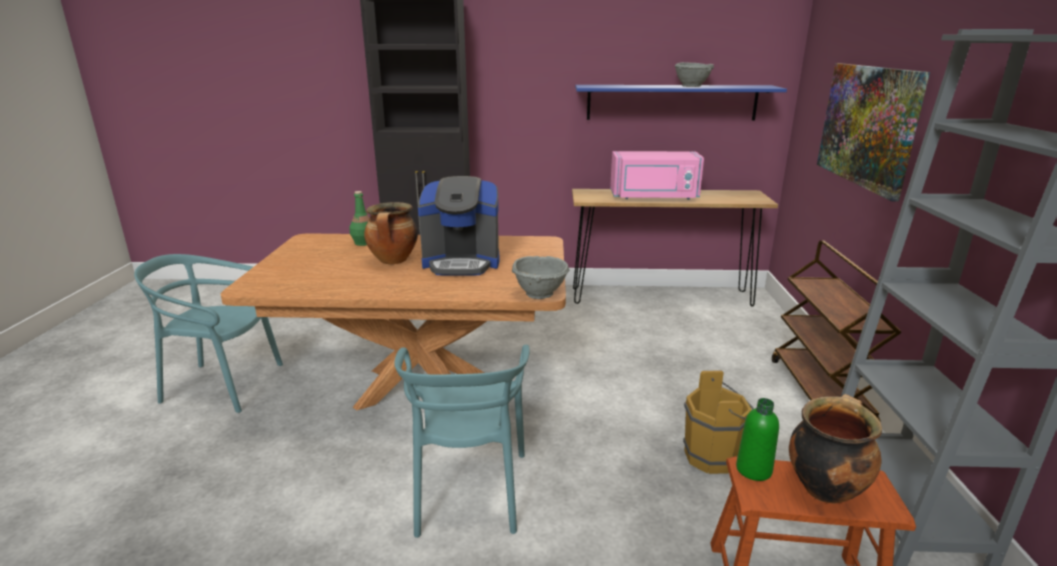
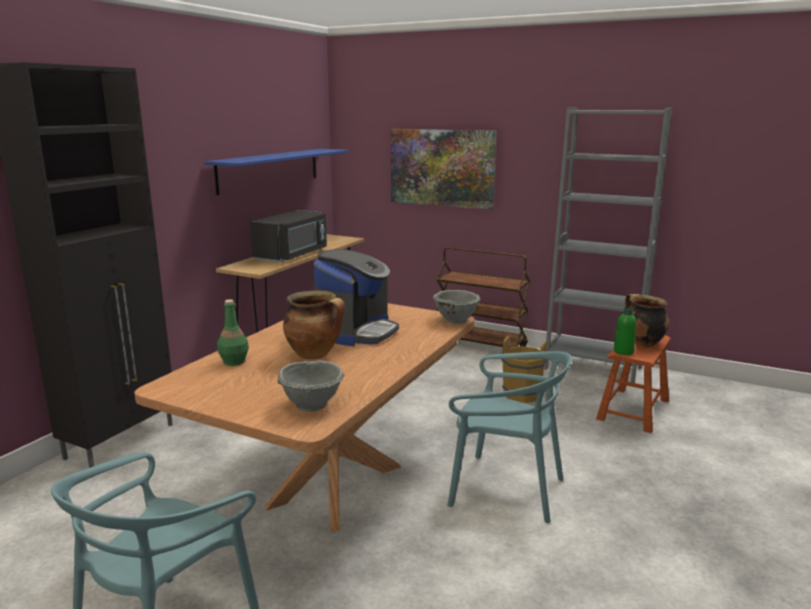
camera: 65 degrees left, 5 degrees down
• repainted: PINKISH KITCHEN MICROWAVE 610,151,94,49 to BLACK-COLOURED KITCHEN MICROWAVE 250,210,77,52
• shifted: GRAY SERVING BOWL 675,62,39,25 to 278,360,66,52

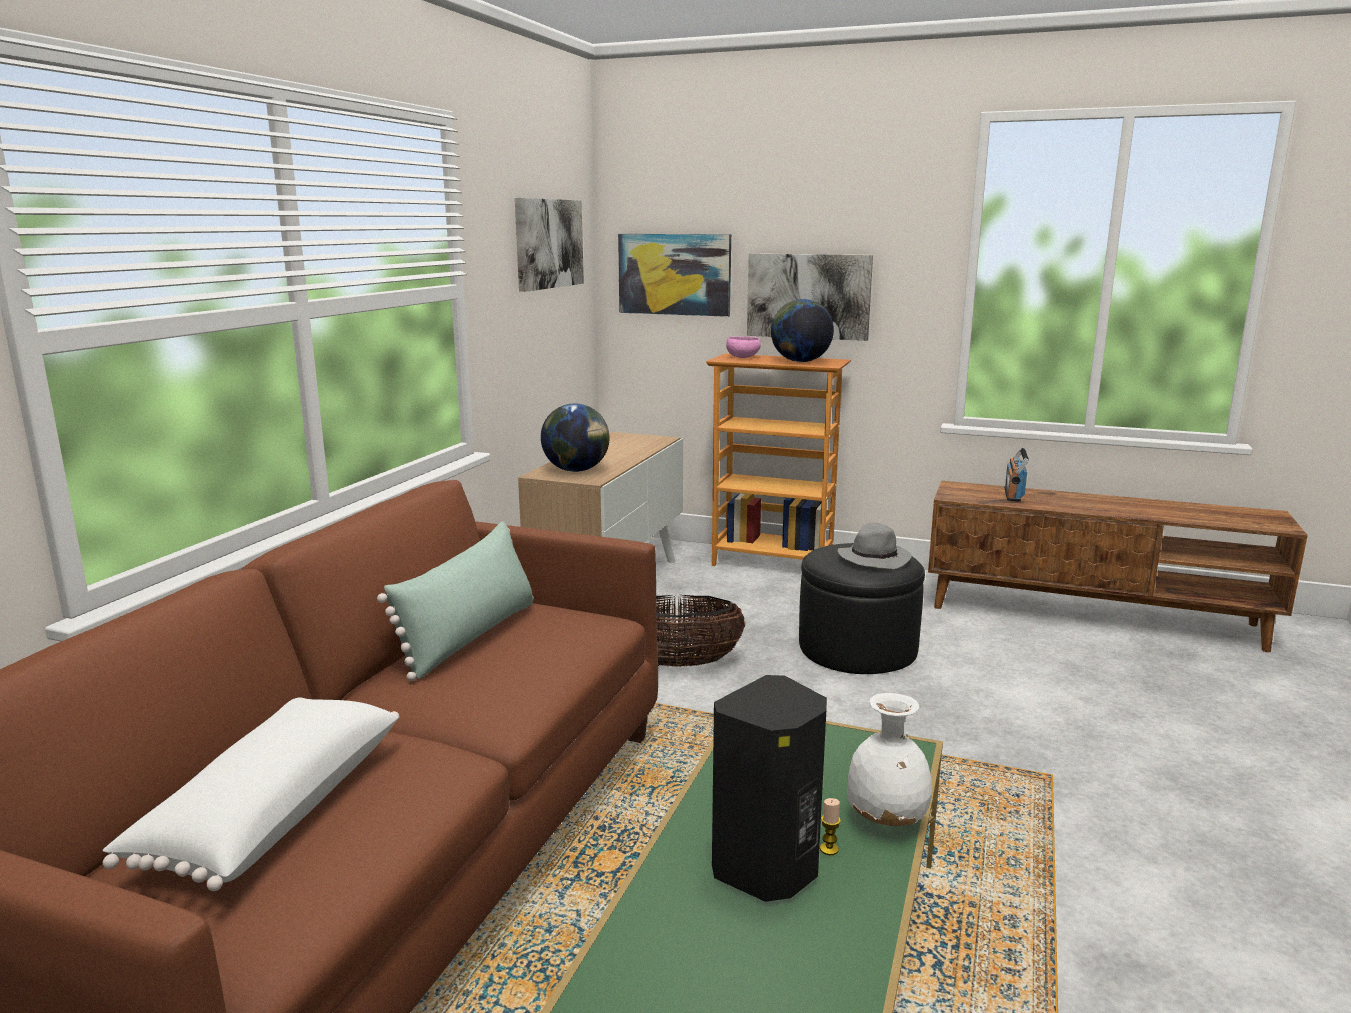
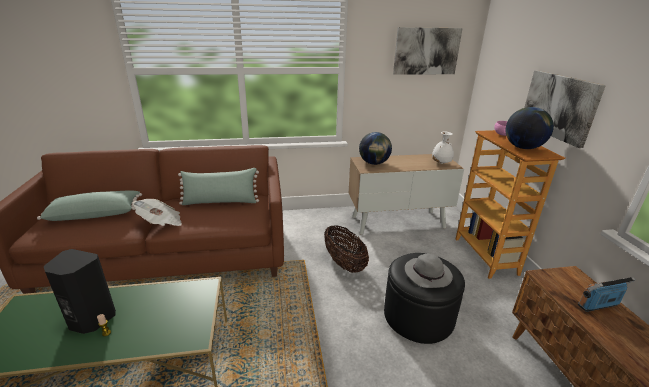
camera: 60 degrees right, 10 degrees up
• repainted: WHITISH THROW PILLOW 102,697,297,194 to GREEN-COLOURED THROW PILLOW 37,191,105,30
• gone: WALL PICTURE 618,234,113,83
• shifted: WHITISH DECORATIVE VASE 847,693,85,133 to 432,131,22,33
• new: PRINTED PAPER 132,199,50,27

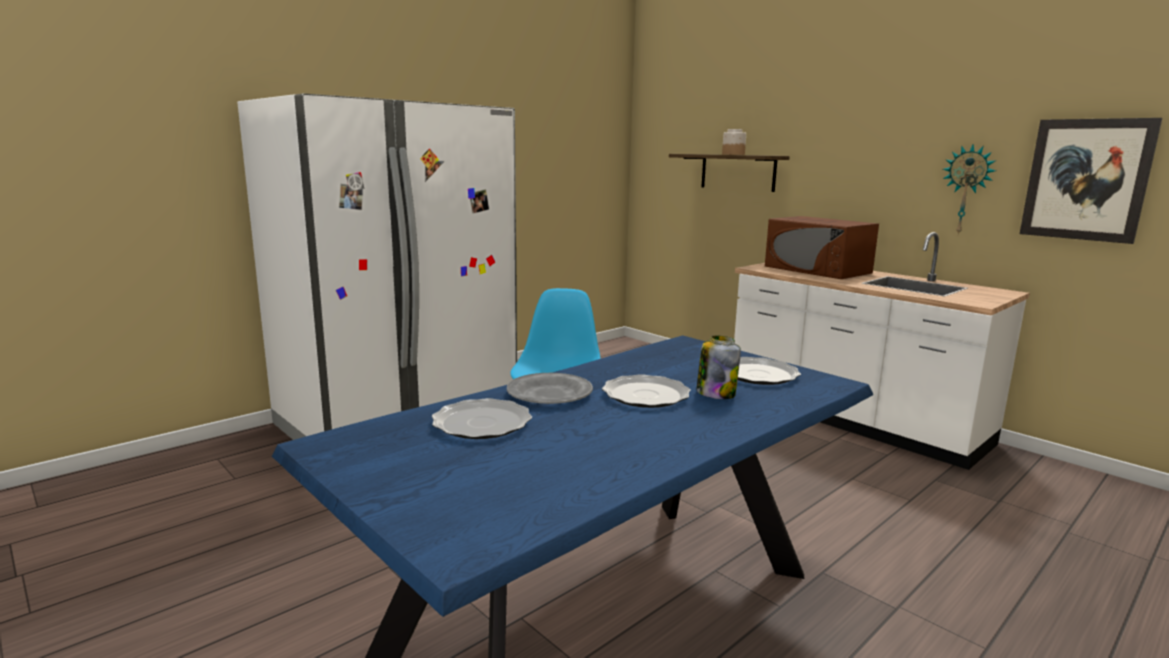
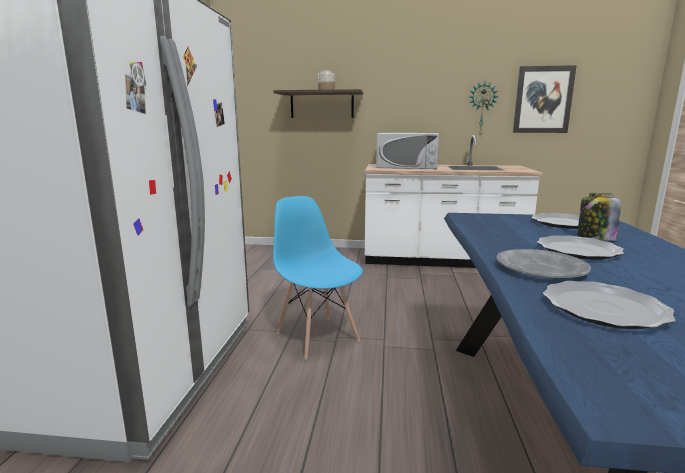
camera: 40 degrees left, 0 degrees up
• repainted: BROWN-COLOURED KITCHEN MICROWAVE 765,216,114,63 to WHITISH KITCHEN MICROWAVE 376,133,63,36

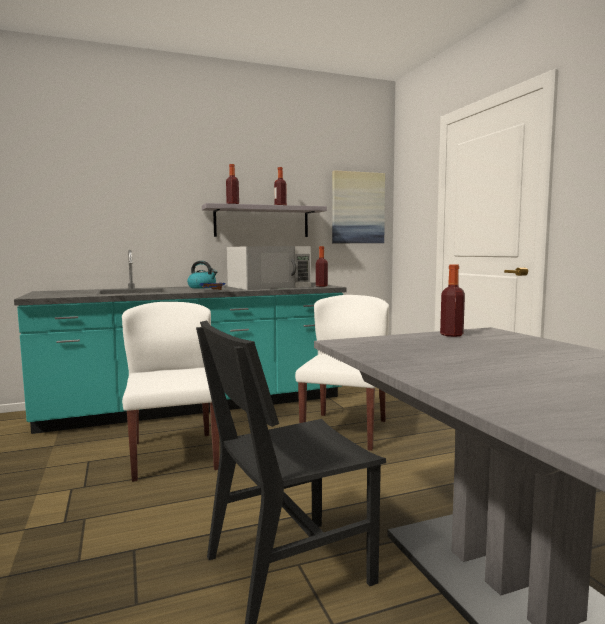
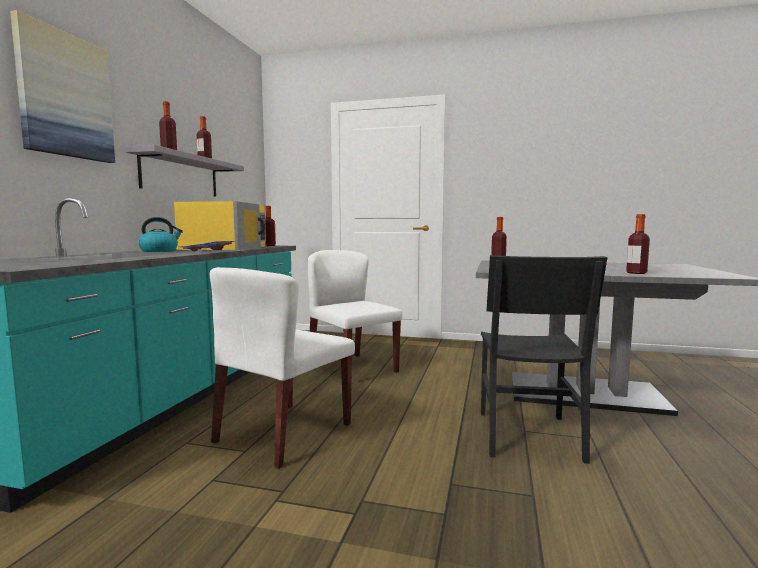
camera: 55 degrees left, 0 degrees up
• rotated: WHITISH PLAIN CHAIR 122,302,97,180 = 210,267,145,202 75 degrees counterclockwise
• repainted: WHITISH KITCHEN MICROWAVE 227,246,84,44 to YELLOW KITCHEN MICROWAVE 174,201,92,49
• shifted: WALL PICTURE 332,170,53,73 to 10,10,105,153
• new: DRINK BOTTLE 626,214,24,60

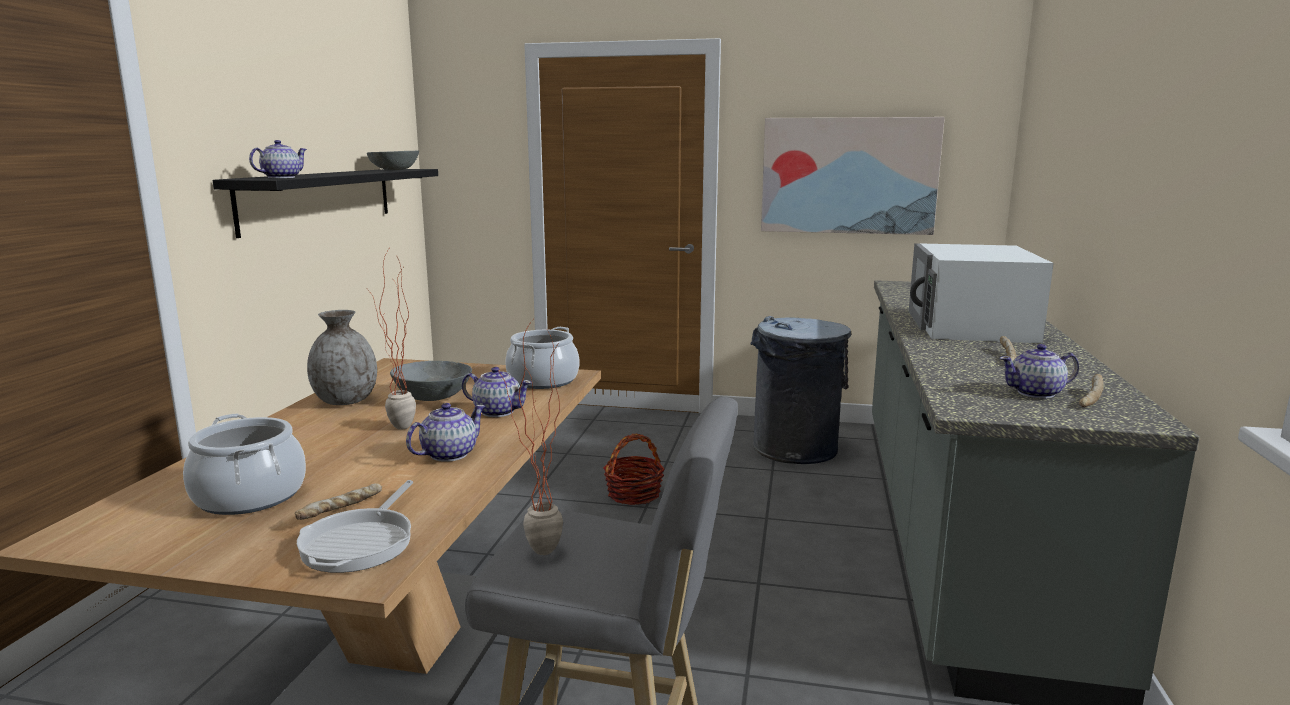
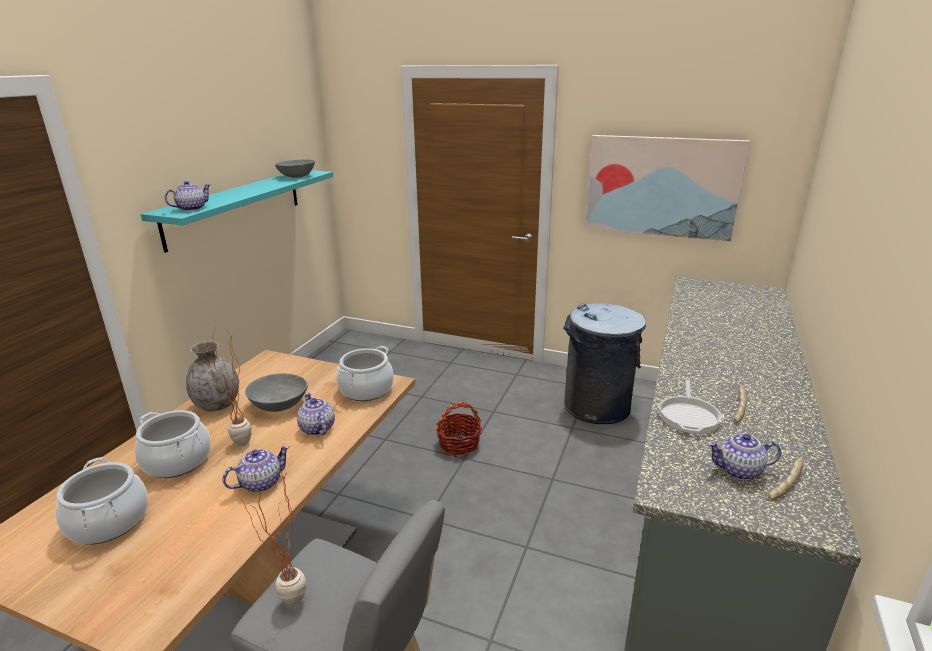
camera: 10 degrees right, 10 degrees up
• repainted: BLACK-COLOURED BRACKET SHELF 213,169,225,69 to TURQUOISE-COLOURED BRACKET SHELF 141,170,192,83
• gone: BREAD 295,484,87,36
• shifted: PAN 297,480,116,93 to 658,378,65,56
• rotated: TEA POT 462,367,70,50 = 297,393,38,43 150 degrees counterclockwise
• gone: WHITISH KITCHEN MICROWAVE 909,243,145,100
• new: SAUCEPOT 135,410,76,68

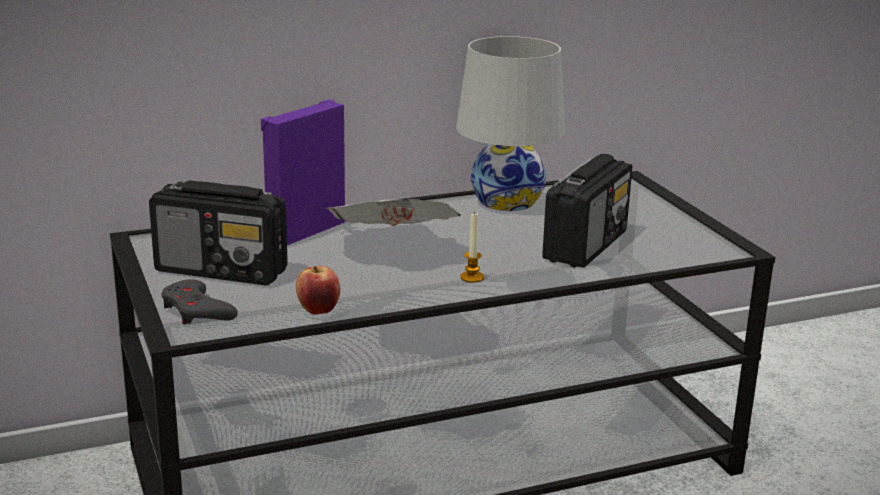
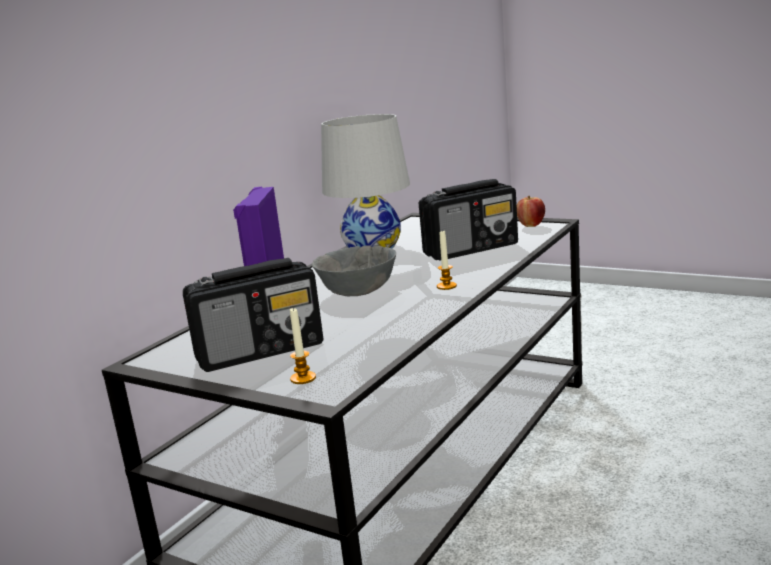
camera: 35 degrees left, 5 degrees down
• swapped: GRAY GAMEPAD 162,279,76,46 to WAX CANDLE 290,308,26,76
• shifted: WHOLE APPLE 296,266,44,49 to 517,196,28,31
• swapped: PRINTED PAPER 326,199,135,27 to GRAY SERVING BOWL 312,245,84,52
• rotated: RADIO 542,154,90,114 = 419,179,99,82 75 degrees clockwise

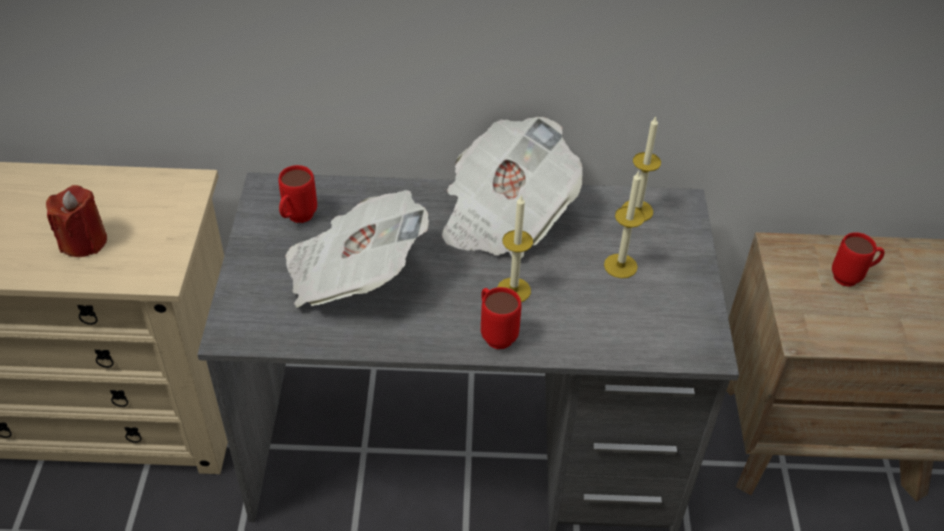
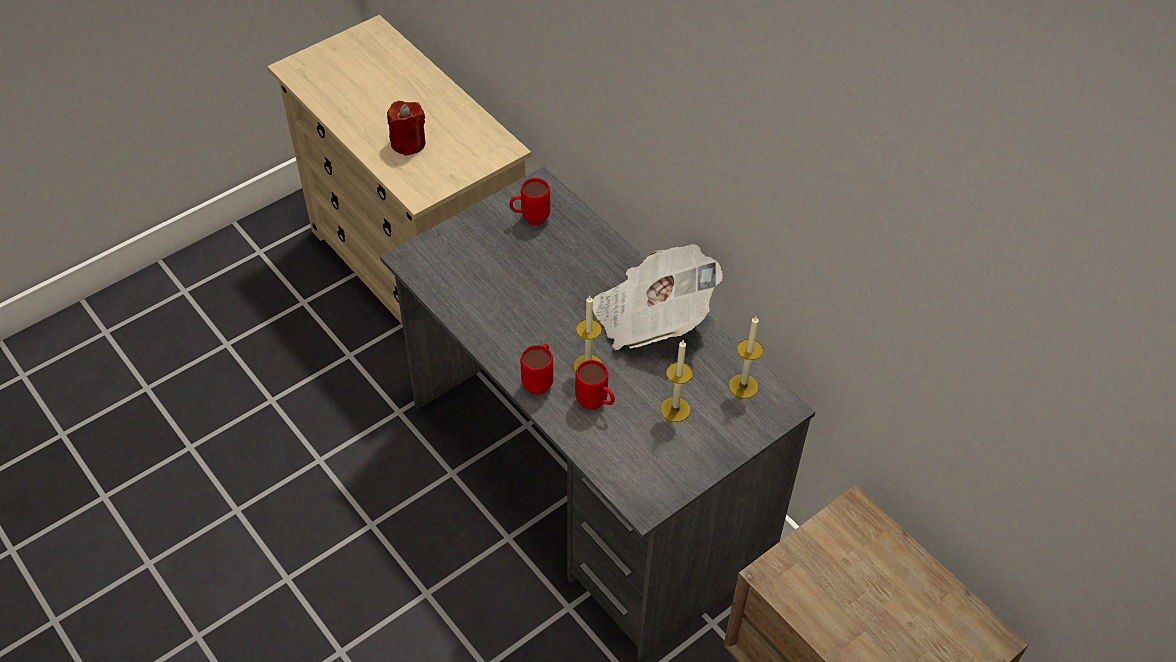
camera: 50 degrees right, 5 degrees up
• gone: PRINTED PAPER 285,190,144,117
• shifted: RED MUG 832,232,53,55 to 575,360,40,50

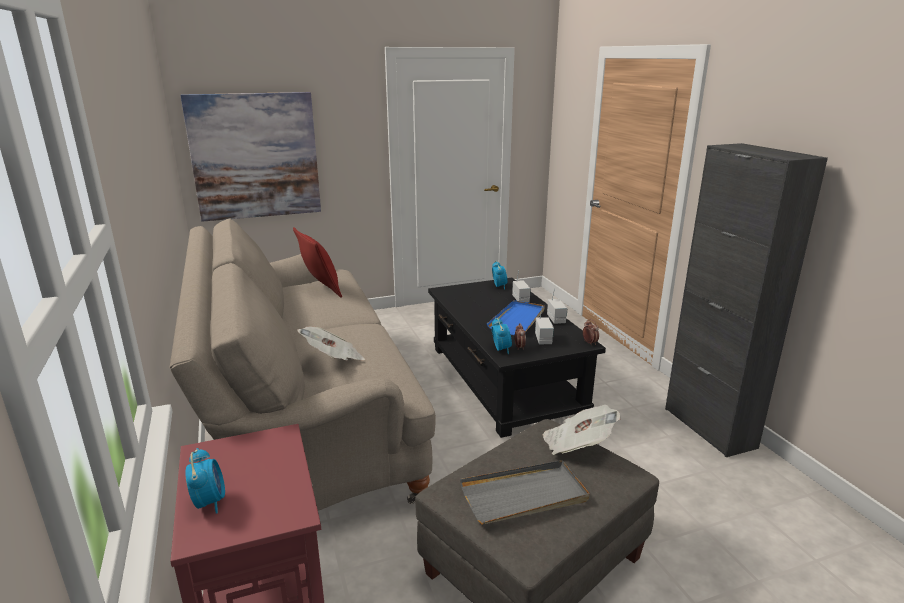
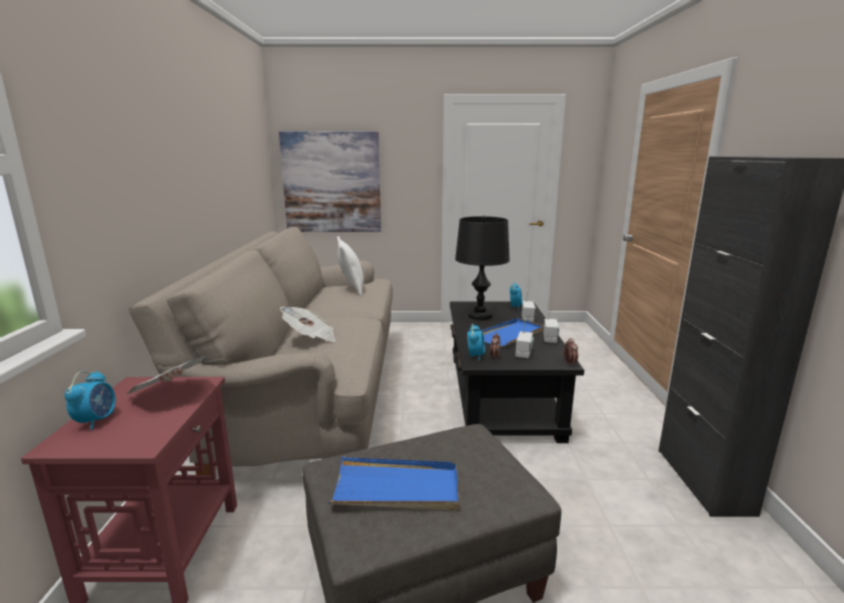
camera: 20 degrees right, 5 degrees down
• repainted: RED THROW PILLOW 293,227,49,71 to WHITISH THROW PILLOW 337,236,27,61
• repainted: GRAY CARRYING TRAY 460,460,130,65 to BLUE-COLOURED CARRYING TRAY 328,457,131,53
• shifted: PRINTED PAPER 543,405,78,50 to 126,356,80,39
• new: BLACK-COLOURED LAMP FOR A TABLE 455,216,55,104

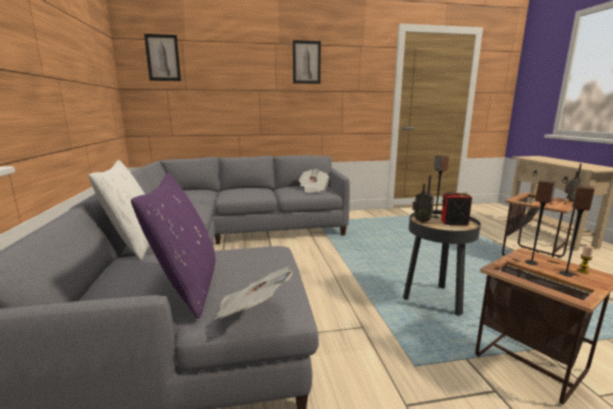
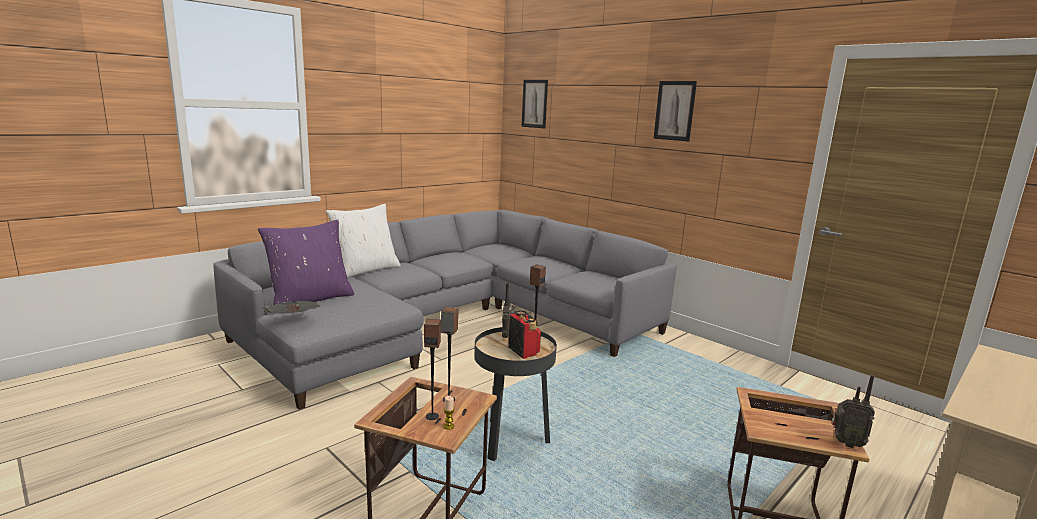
camera: 55 degrees right, 0 degrees up
• gone: PRINTED PAPER 299,169,30,24

